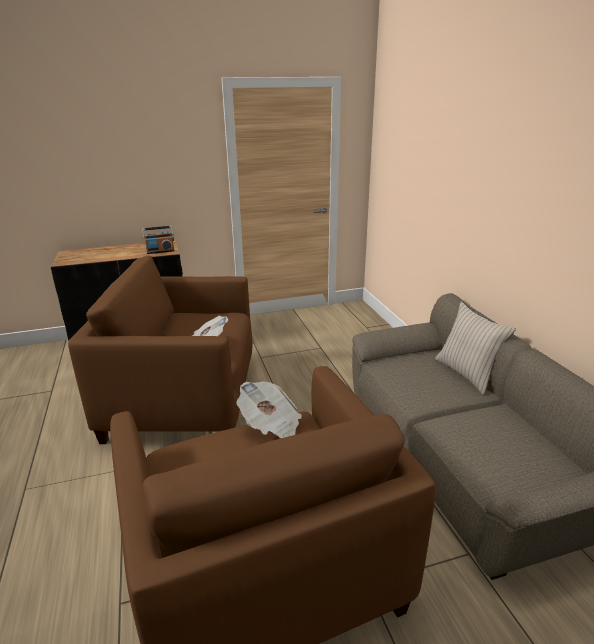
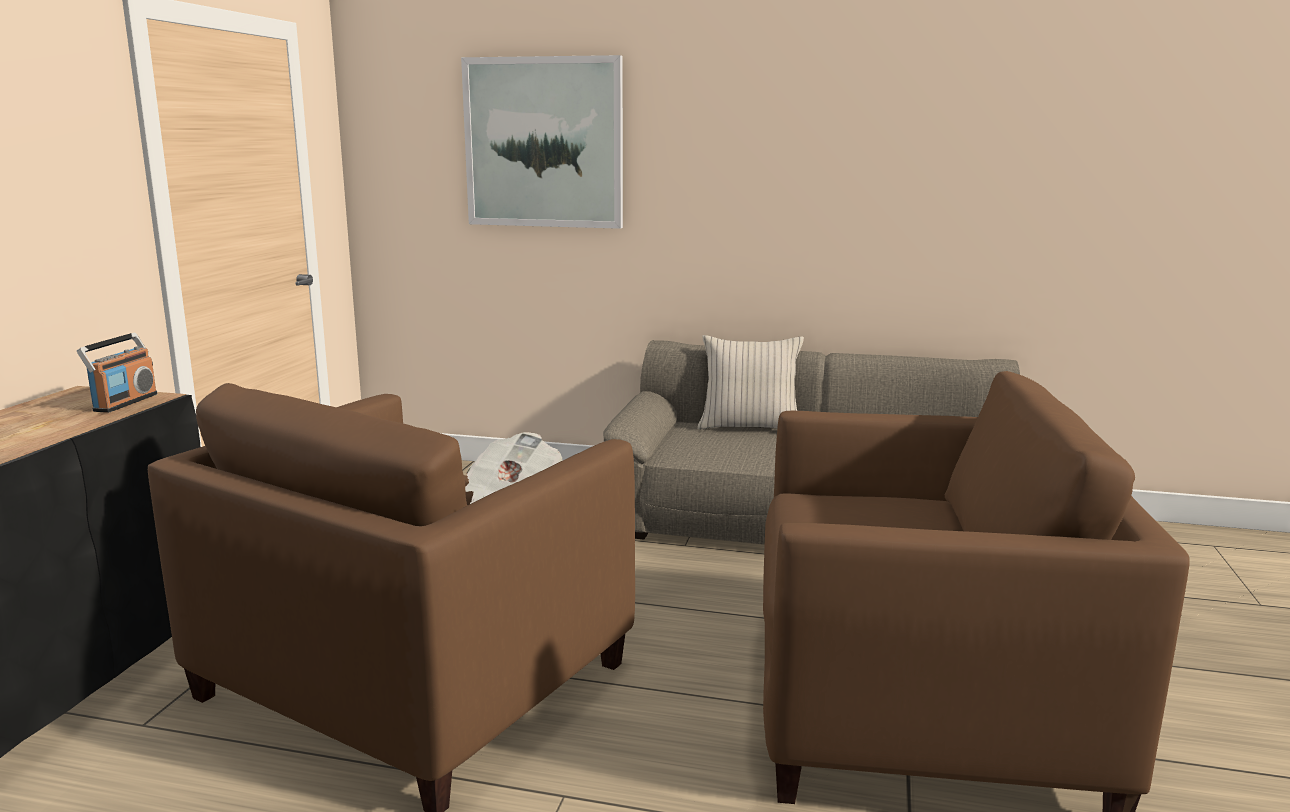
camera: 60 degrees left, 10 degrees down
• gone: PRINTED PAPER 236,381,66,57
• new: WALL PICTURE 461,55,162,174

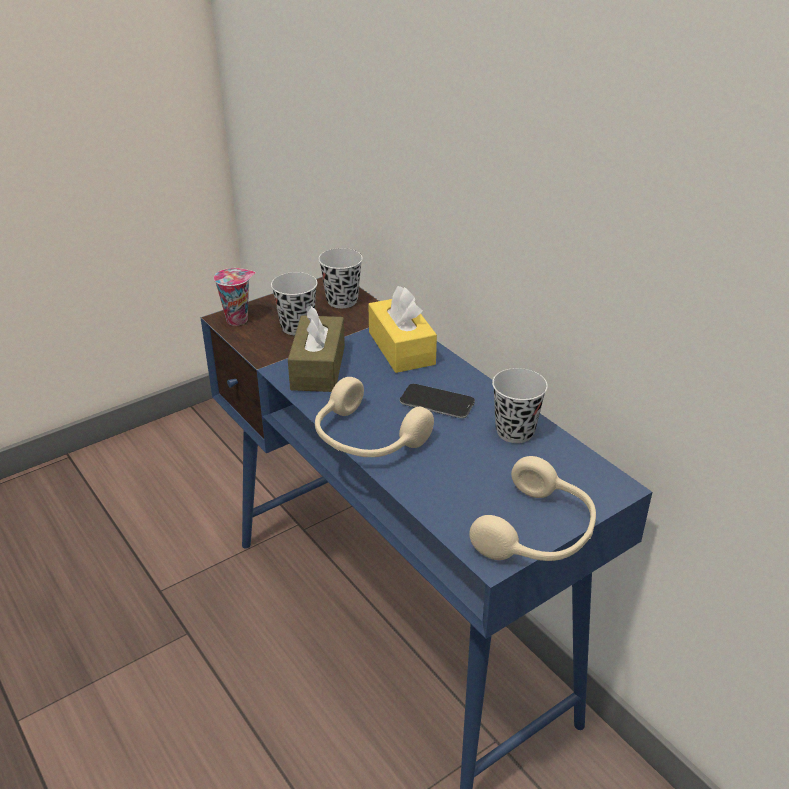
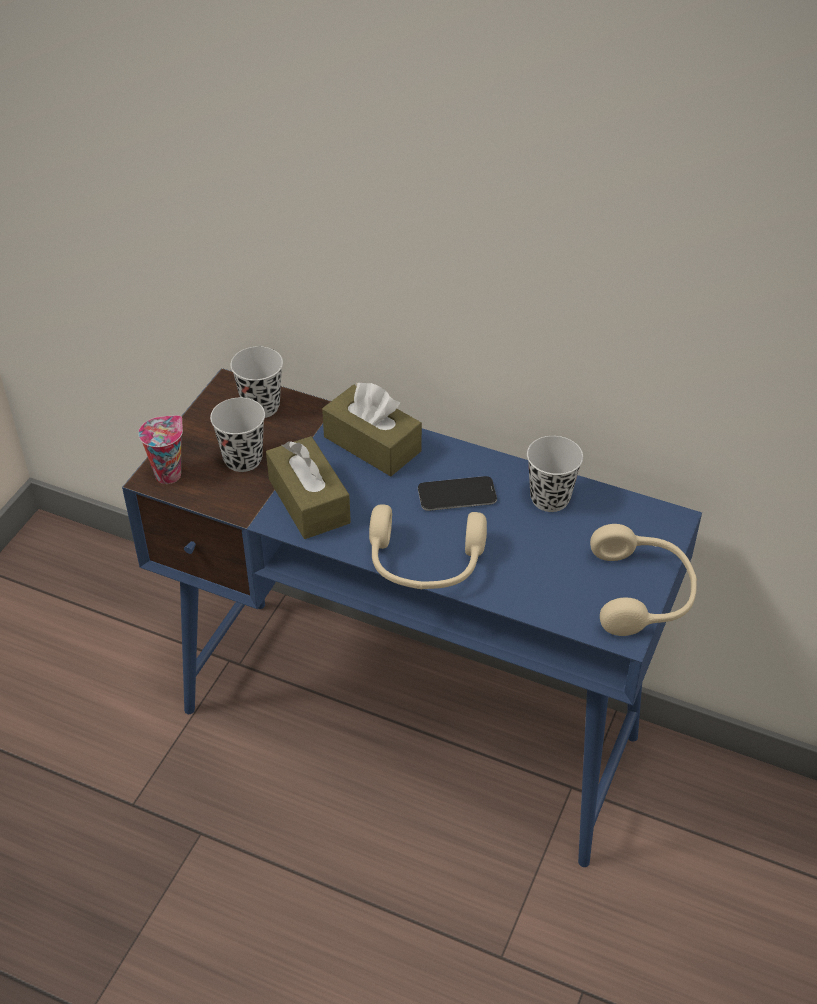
camera: 30 degrees left, 10 degrees up
• repainted: YELLOW BOX OF TISSUES 368,286,69,87 to BROWN-COLOURED BOX OF TISSUES 322,382,100,94

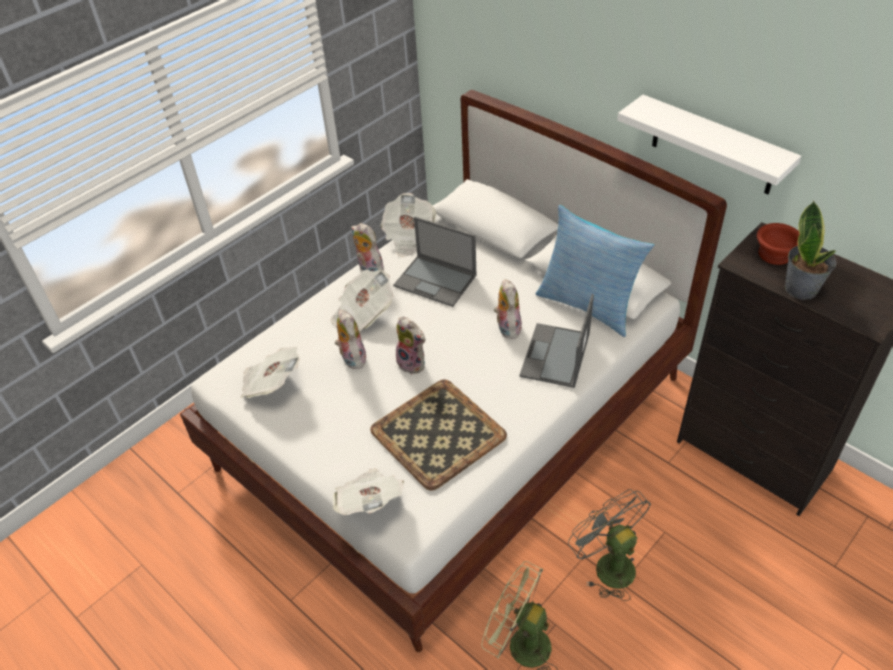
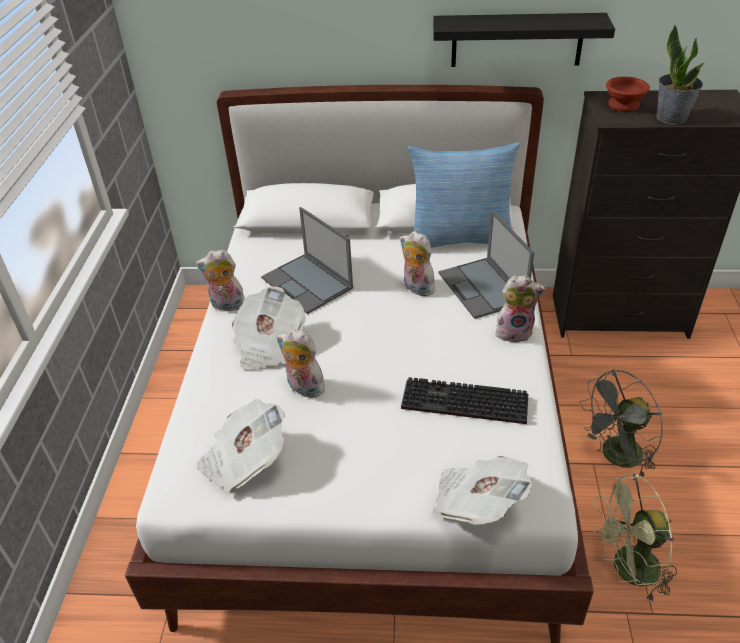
camera: 40 degrees left, 5 degrees down
• swapped: CARRYING TRAY 370,379,137,112 to KEYBOARD 401,377,127,47
• gone: PRINTED PAPER 381,193,55,64
• rotated: LAPTOP 393,217,84,90 = 261,207,92,107 60 degrees clockwise
• shifted: SOFT TOY 396,316,30,59 to 496,276,50,67
• rotated: GRAY COOLING FAN 568,489,83,112 = 580,369,83,109 45 degrees counterclockwise
• repainted: WHITISH BRACKET SHELF 617,95,184,99 to BLACK-COLOURED BRACKET SHELF 433,13,182,54

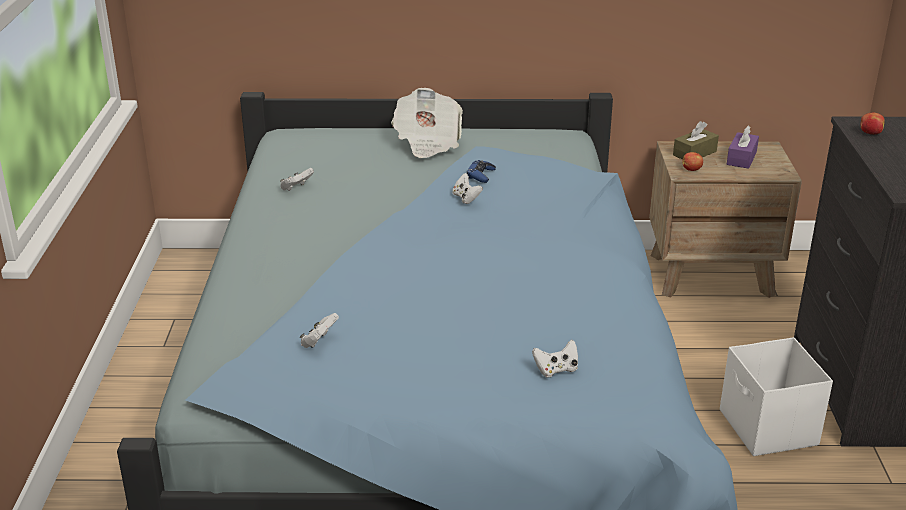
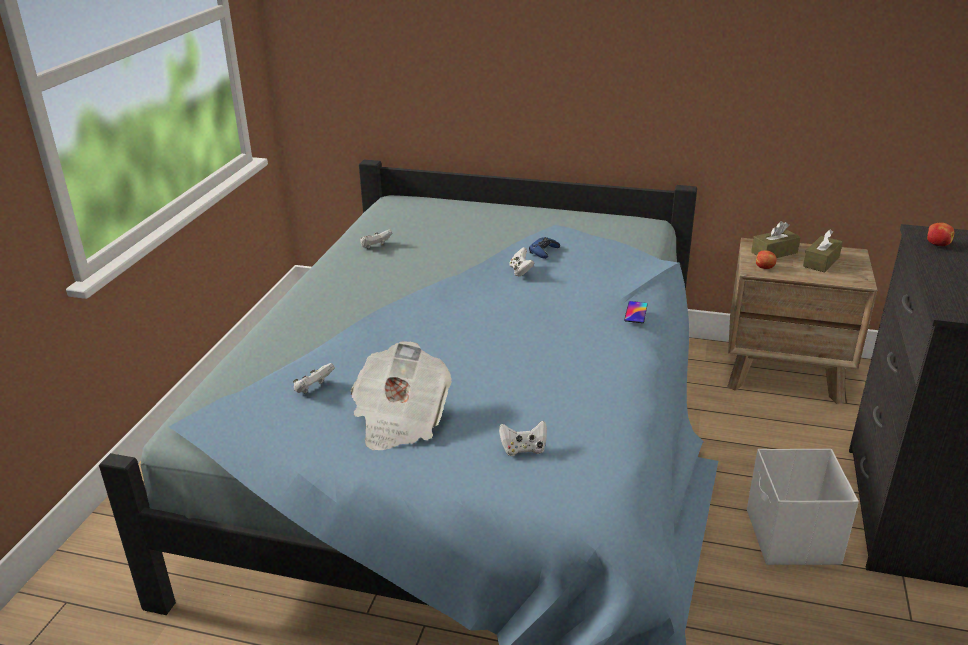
camera: 15 degrees right, 0 degrees up
• shifted: PRINTED PAPER 392,88,71,70 to 351,341,101,109
• repainted: PURPLE-COLOURED BOX OF TISSUES 727,126,32,43 to BROWN-COLOURED BOX OF TISSUES 803,230,40,43
• new: HANDSET 624,301,24,22

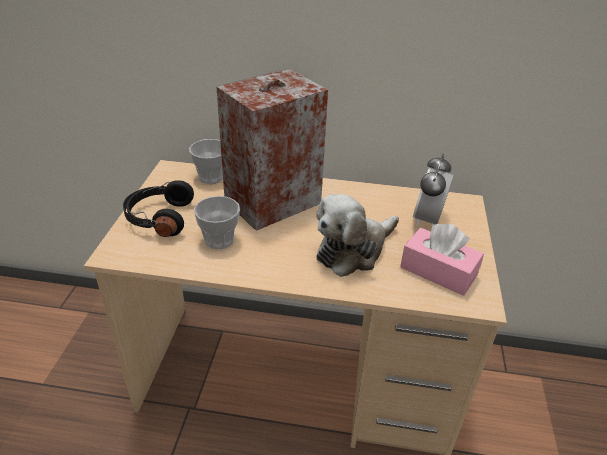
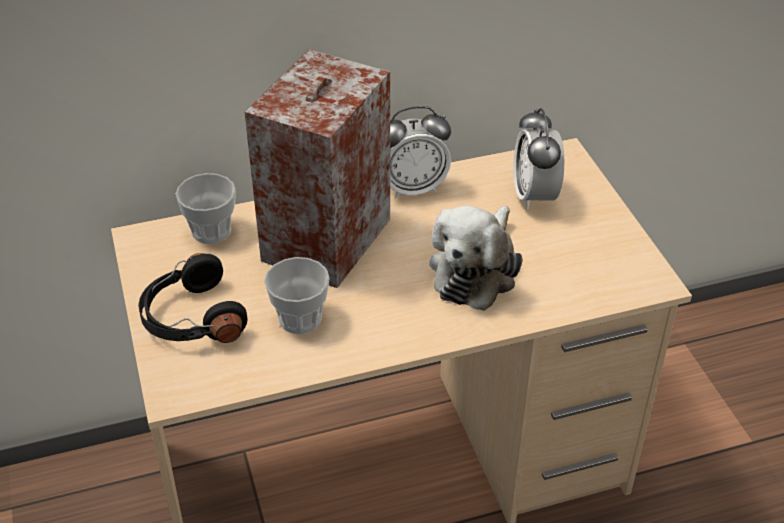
camera: 25 degrees left, 5 degrees up
• gone: PINKISH BOX OF TISSUES 400,224,84,72
• new: TABLE CLOCK 390,106,61,93

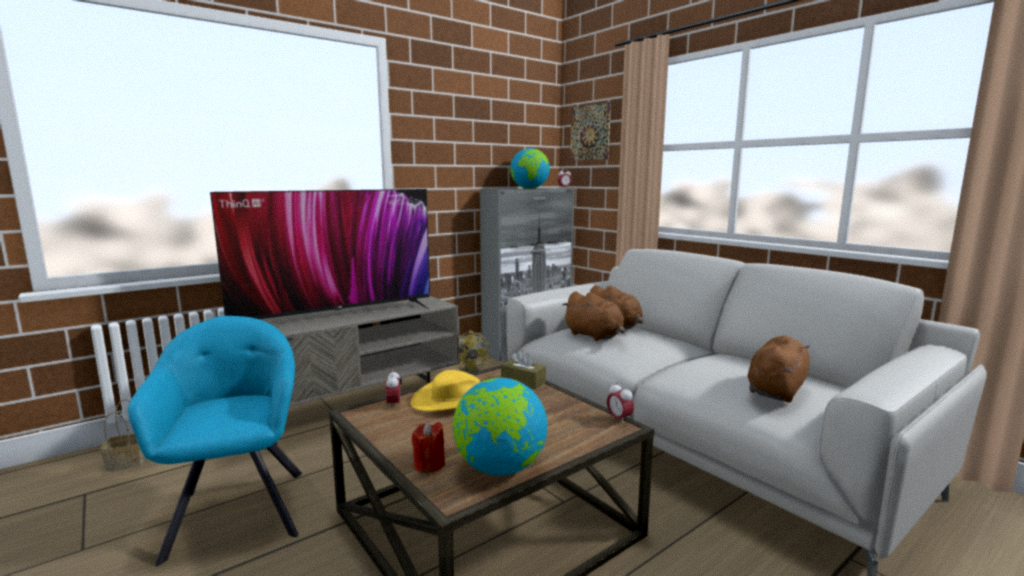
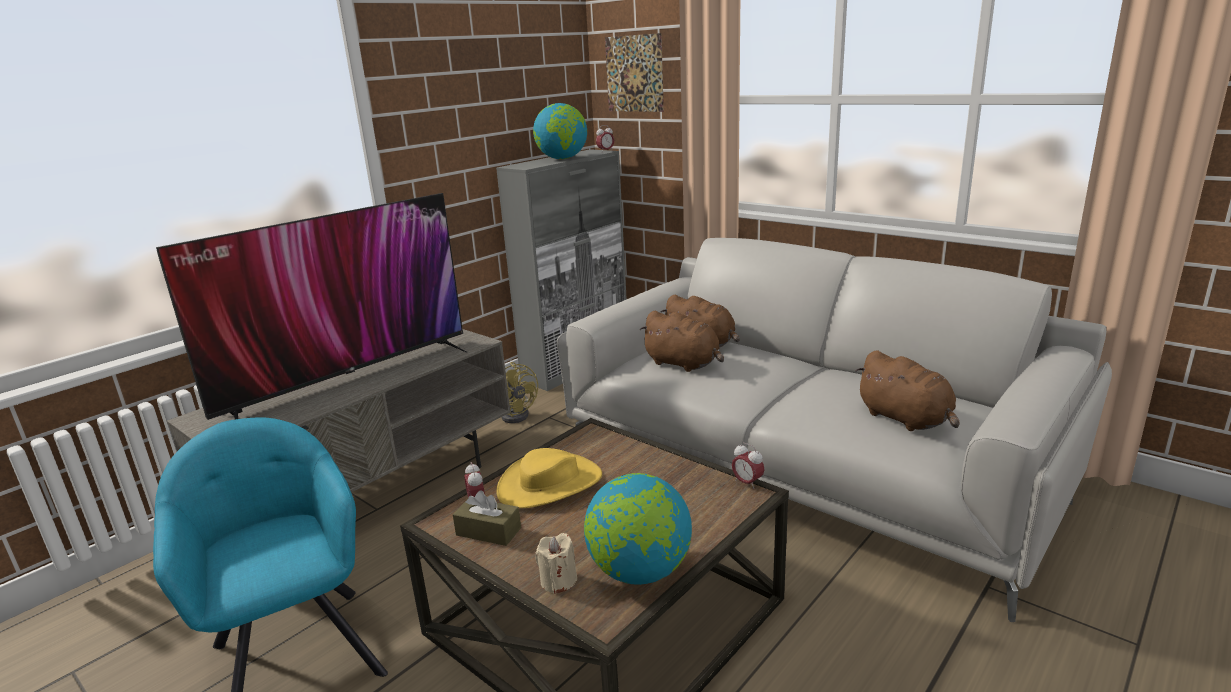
camera: 10 degrees left, 10 degrees up
• gone: STORAGE BASKET 100,399,47,72
• repainted: RED WAX CANDLE 412,422,33,51 to BEIGE WAX CANDLE 535,533,42,61
• shifted: BROWN-COLOURED BOX OF TISSUES 501,350,45,39 to 452,490,69,56
• rotated: BROWN-COLOURED SOFT TOY 748,335,62,68 = 855,351,104,80 120 degrees clockwise

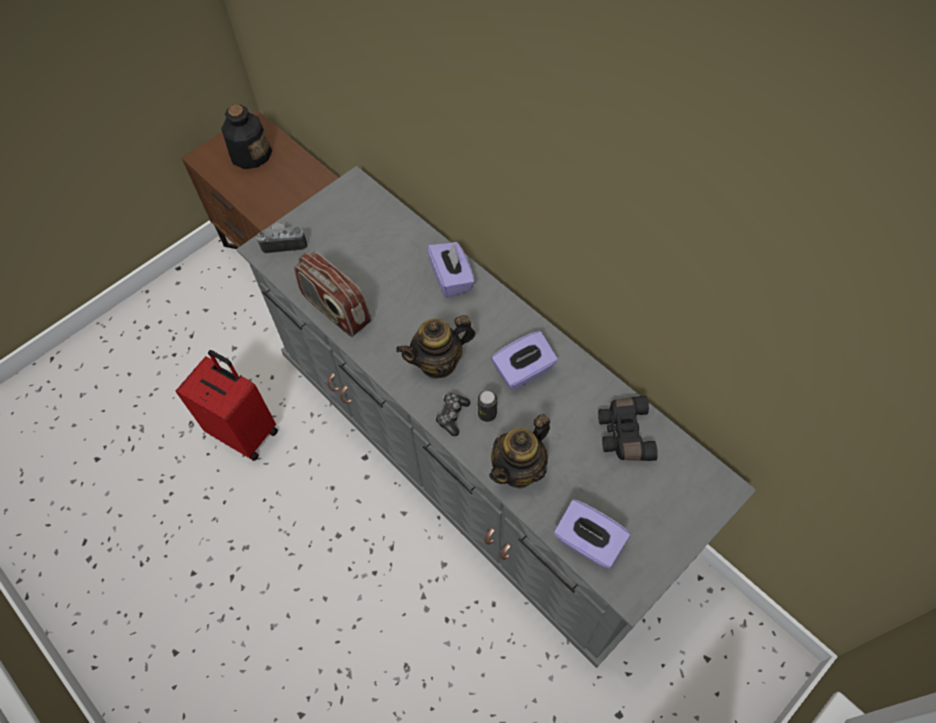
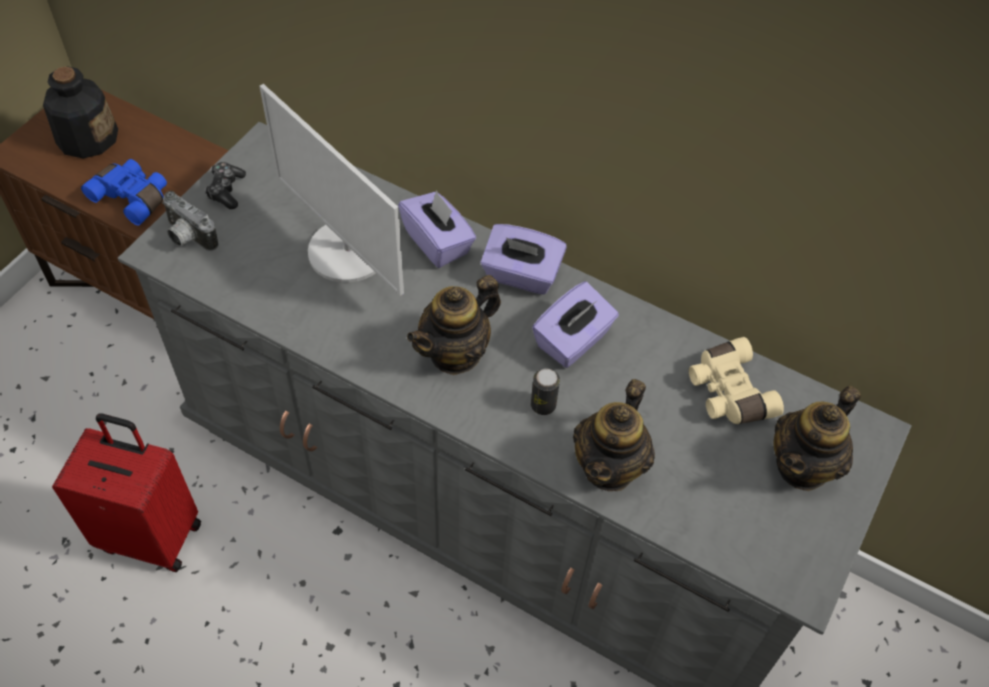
camera: 20 degrees left, 5 degrees down
• rotated: STILL CAMERA 256,222,52,31 = 162,191,56,60 120 degrees counterclockwise
• gone: RADIO 294,251,78,86
• shifted: GAMEPAD 435,393,36,43 to 204,162,42,47
• shifted: PURPLE-COLOURED BOX OF TISSUES 554,499,76,69 to 481,224,86,71
• repainted: BLACK-COLOURED FIELD GLASSES 598,396,60,65 to BEIGE FIELD GLASSES 689,337,95,87
• new: BLUE-COLOURED FIELD GLASSES 81,159,86,67
• new: MONITOR 259,84,145,212
• new: TEA POT 773,386,88,105

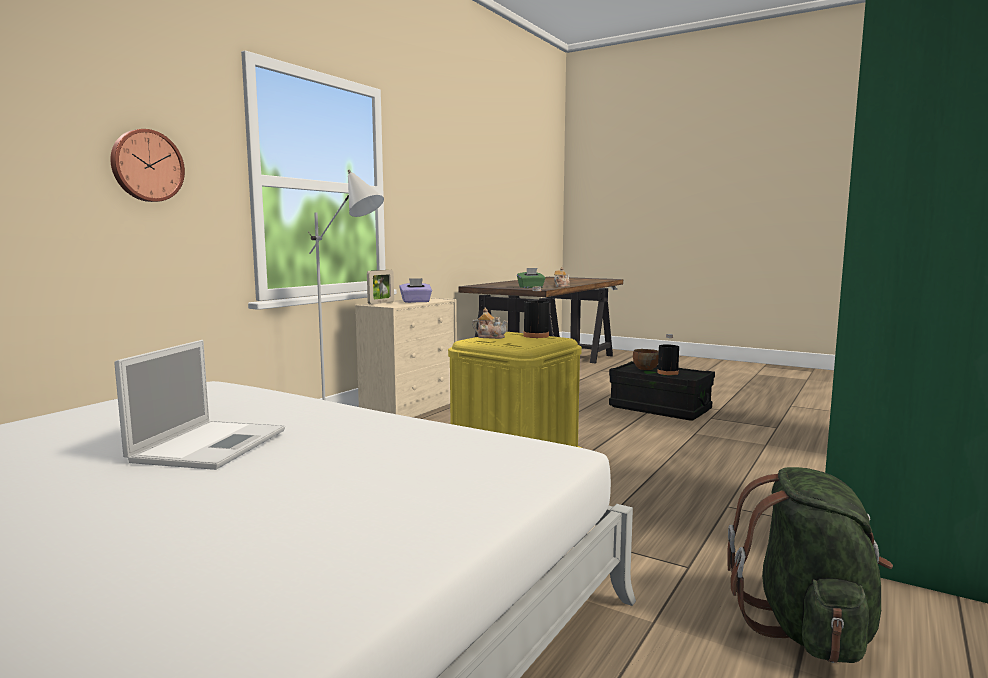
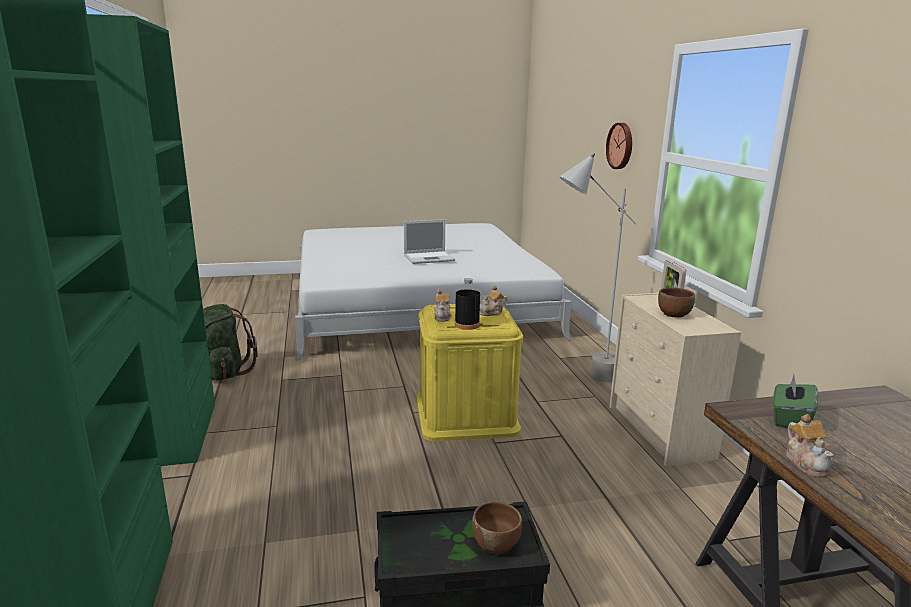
camera: 135 degrees right, 10 degrees up
• rotated: LAPTOP 114,340,171,130 = 404,219,51,45 75 degrees counterclockwise
• swapped: PURPLE-COLOURED BOX OF TISSUES 399,278,33,25 to BROWN-COLOURED SERVING BOWL 658,287,37,31
• gone: BLACK-COLOURED DRINK BOTTLE 657,334,22,41
• new: TEA POT 434,289,18,33

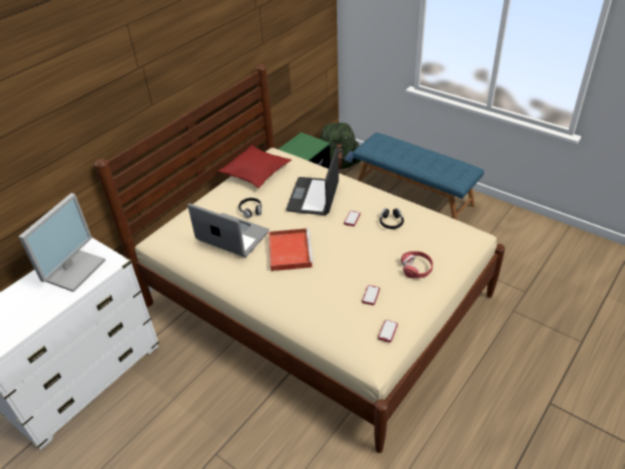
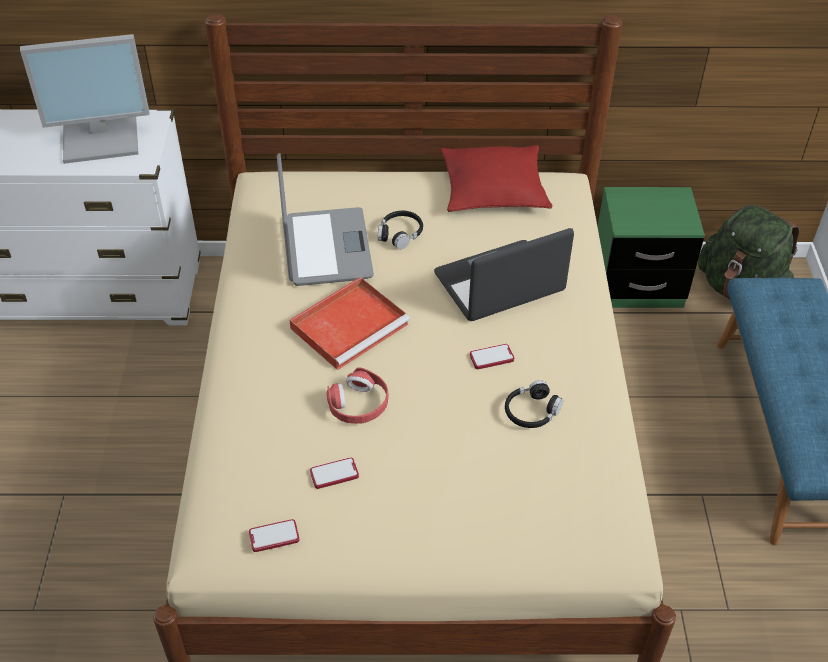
camera: 50 degrees right, 5 degrees up
• shifted: RED HEADPHONES 401,251,32,27 to 327,367,61,57

